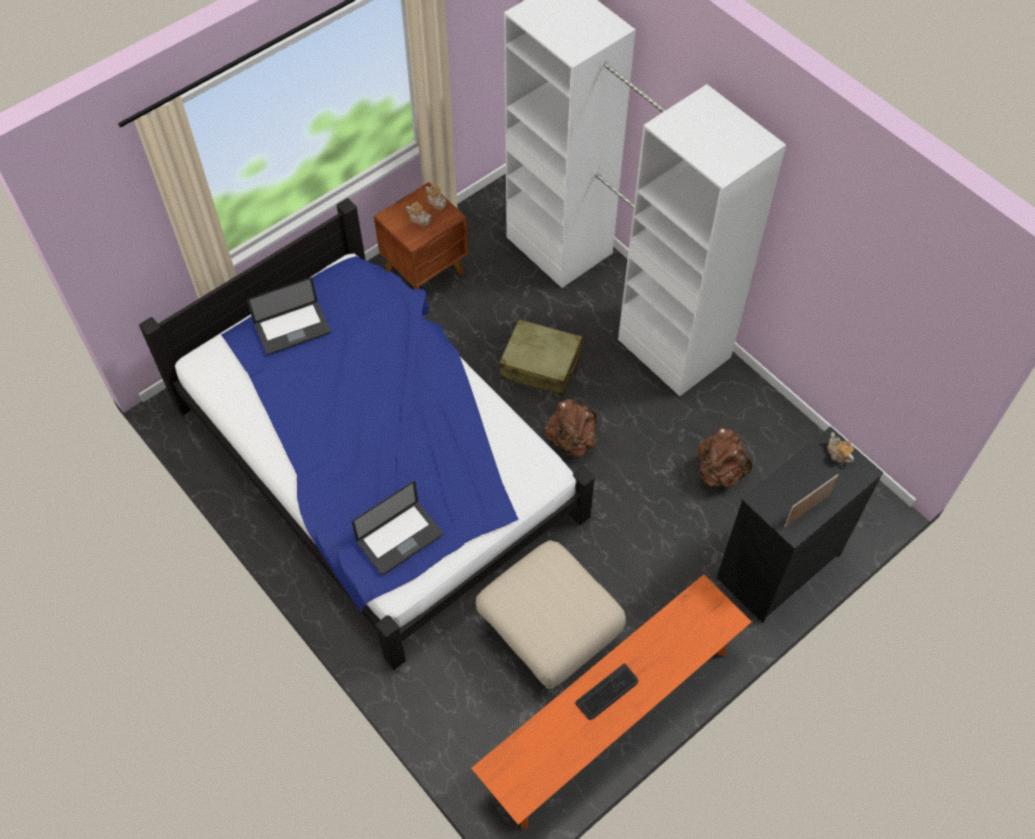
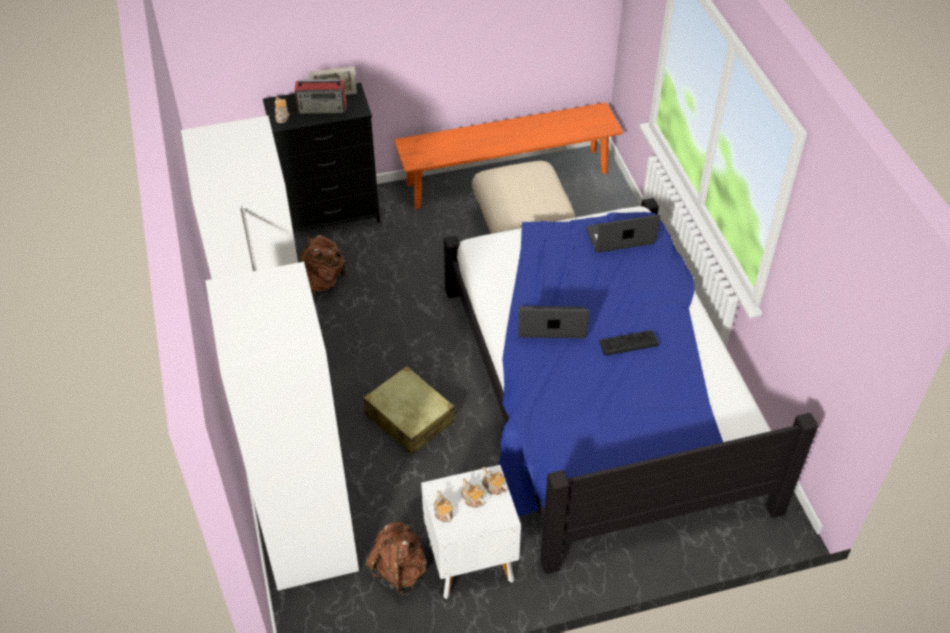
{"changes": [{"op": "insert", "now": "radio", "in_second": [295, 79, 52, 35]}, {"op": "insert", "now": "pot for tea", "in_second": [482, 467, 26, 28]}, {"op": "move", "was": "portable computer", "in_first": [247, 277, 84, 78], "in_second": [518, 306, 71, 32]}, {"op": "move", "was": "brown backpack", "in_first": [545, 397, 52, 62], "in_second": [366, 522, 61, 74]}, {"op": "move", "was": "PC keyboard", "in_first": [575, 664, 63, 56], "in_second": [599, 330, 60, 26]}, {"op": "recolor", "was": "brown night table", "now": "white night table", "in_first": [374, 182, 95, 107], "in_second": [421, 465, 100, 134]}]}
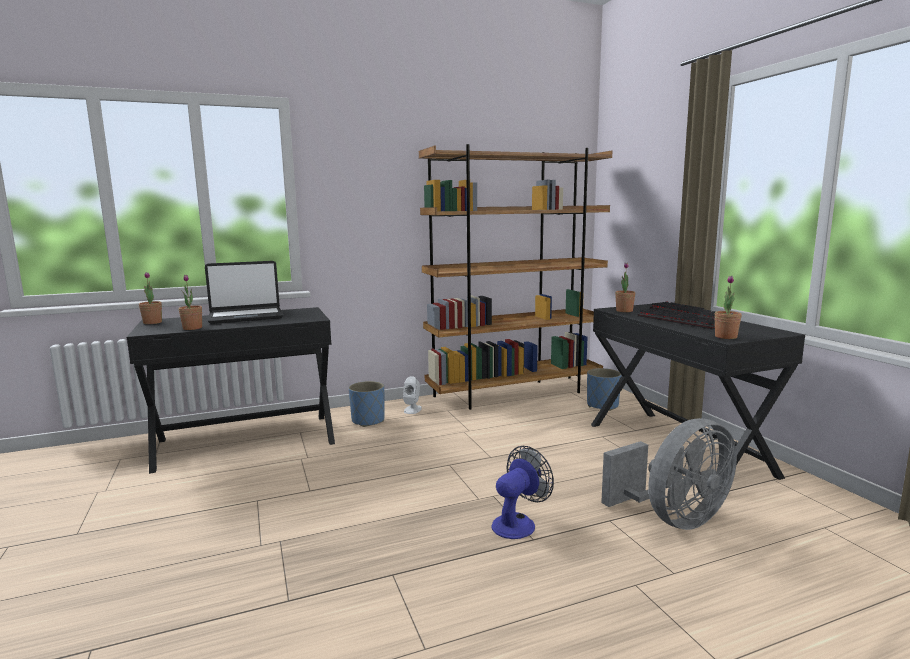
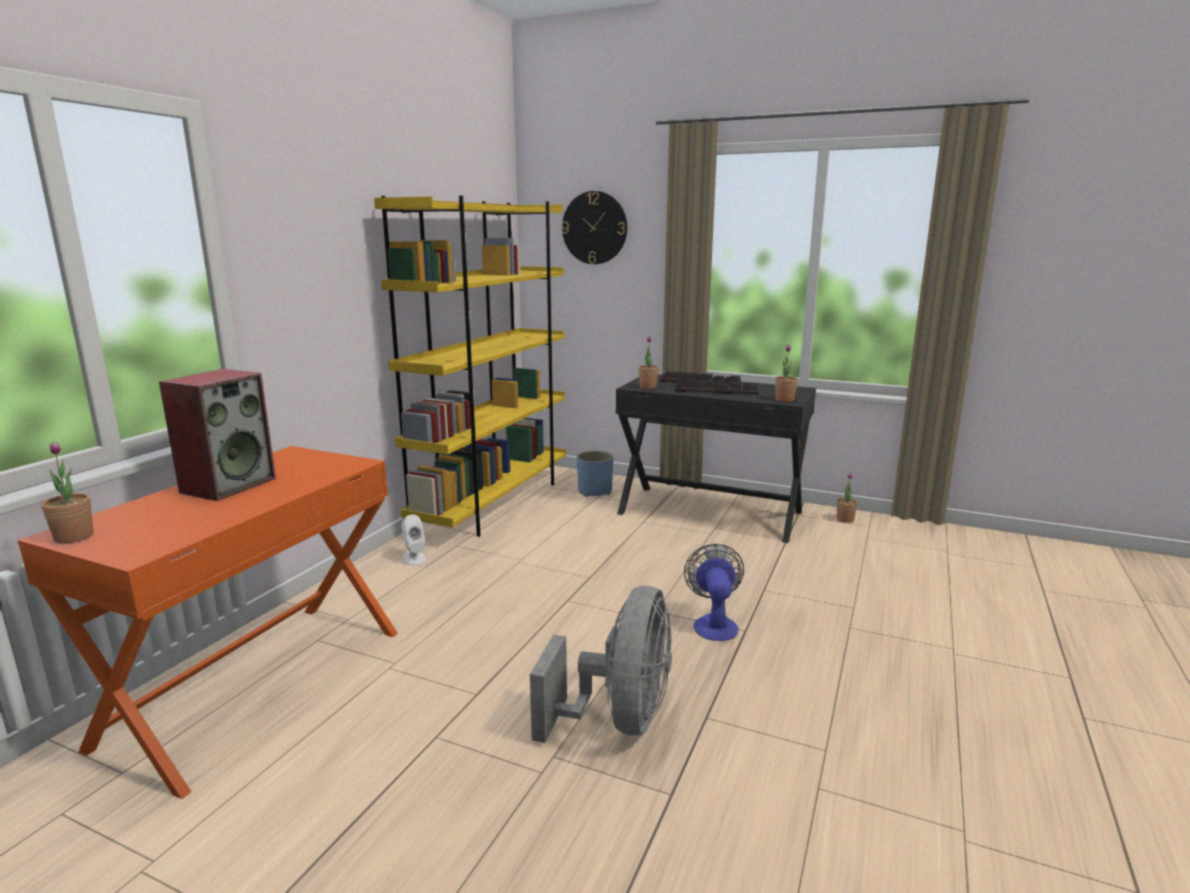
{"changes": [{"op": "delete", "was": "blue-coloured plant pot", "in_first": [349, 381, 36, 46]}, {"op": "insert", "now": "wall clock", "in_second": [562, 191, 65, 73]}, {"op": "move", "was": "plant in a pot", "in_first": [179, 275, 23, 55], "in_second": [837, 473, 21, 50]}, {"op": "move", "was": "gray electric fan", "in_first": [601, 418, 136, 112], "in_second": [530, 586, 142, 157]}, {"op": "replace", "was": "portable computer", "now": "audio speaker", "in_first": [205, 261, 78, 63], "in_second": [159, 369, 117, 132]}, {"op": "recolor", "was": "black-coloured desk", "now": "orange-coloured desk", "in_first": [127, 307, 208, 167], "in_second": [18, 446, 380, 353]}, {"op": "recolor", "was": "brown bookshelf", "now": "yellowish bookshelf", "in_first": [419, 144, 193, 266], "in_second": [374, 196, 192, 341]}]}
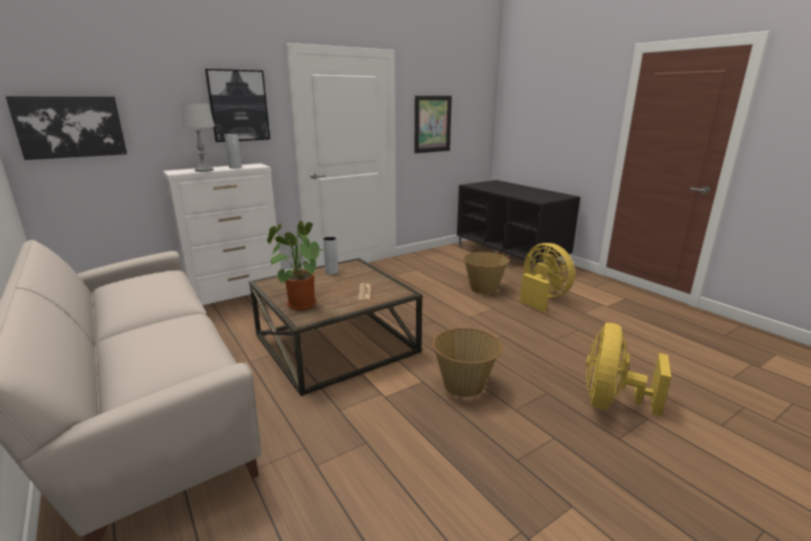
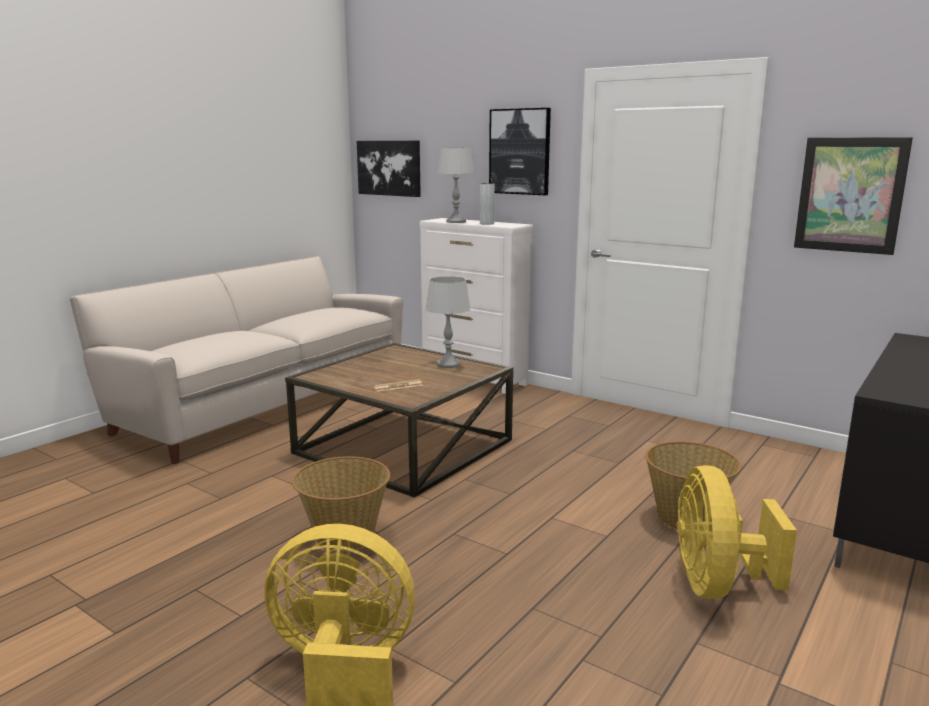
{"changes": [{"op": "delete", "was": "plant in a pot", "in_first": [267, 221, 59, 89]}, {"op": "replace", "was": "gray flower vase", "now": "gray tabletop lamp", "in_first": [323, 237, 15, 38], "in_second": [426, 276, 45, 92]}, {"op": "rotate", "was": "yellowish electric fan", "in_first": [520, 243, 55, 69], "in_second": [677, 465, 120, 134], "clockwise": 150}]}
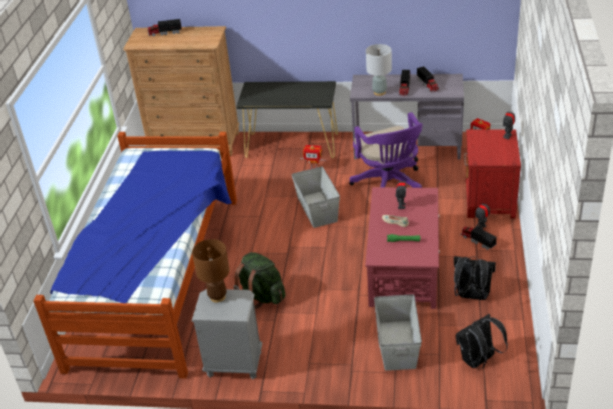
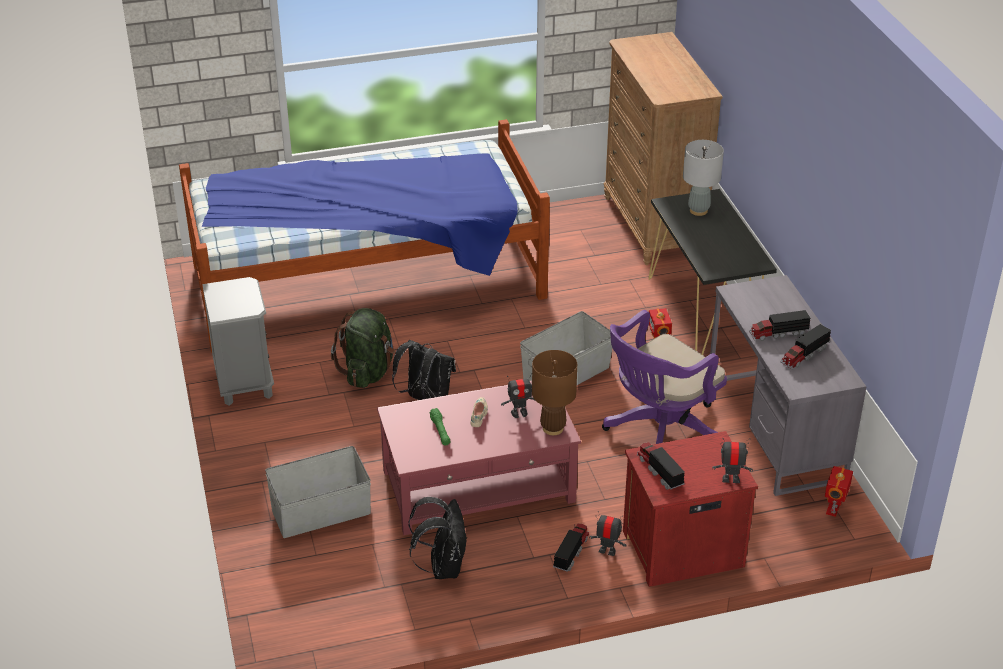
{"changes": [{"op": "move", "was": "toy truck", "in_first": [147, 19, 35, 18], "in_second": [637, 442, 48, 48]}, {"op": "move", "was": "brown tabletop lamp", "in_first": [192, 239, 38, 64], "in_second": [532, 350, 45, 85]}, {"op": "move", "was": "gray tabletop lamp", "in_first": [366, 44, 26, 52], "in_second": [683, 140, 41, 76]}, {"op": "move", "was": "black-coloured backpack", "in_first": [456, 314, 52, 55], "in_second": [392, 340, 64, 60]}]}
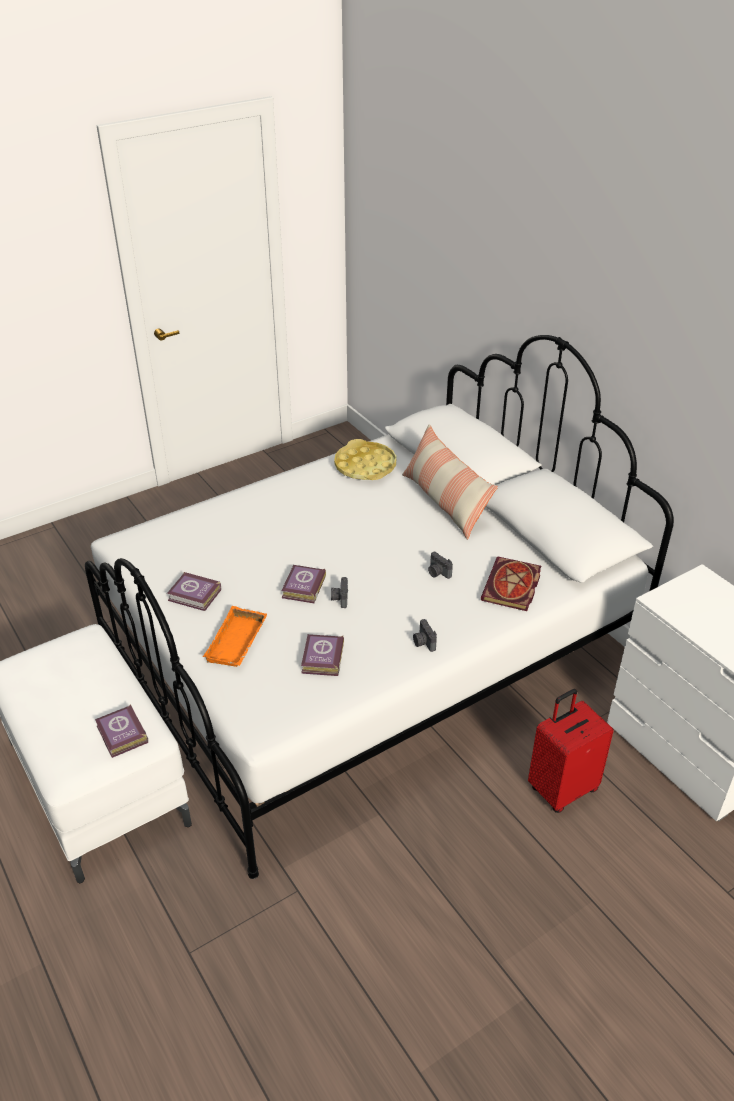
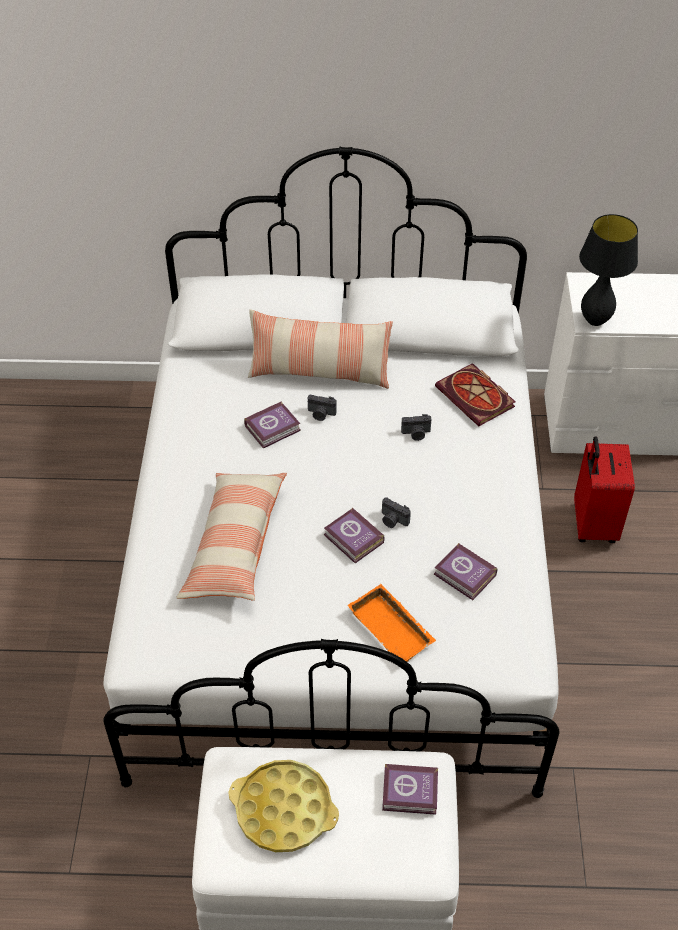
{"changes": [{"op": "insert", "now": "pillow", "in_second": [176, 473, 111, 128]}, {"op": "insert", "now": "black-coloured tabletop lamp", "in_second": [579, 214, 59, 112]}, {"op": "move", "was": "bound book", "in_first": [167, 572, 54, 39], "in_second": [244, 401, 57, 47]}, {"op": "move", "was": "yellowish carrying tray", "in_first": [334, 439, 62, 41], "in_second": [228, 760, 111, 92]}, {"op": "move", "was": "still camera", "in_first": [413, 619, 24, 33], "in_second": [308, 395, 29, 26]}]}
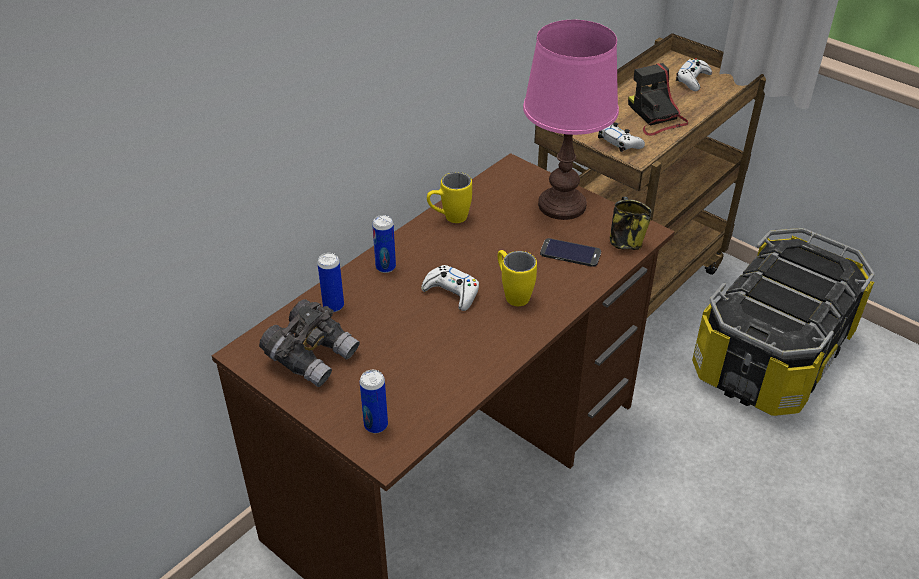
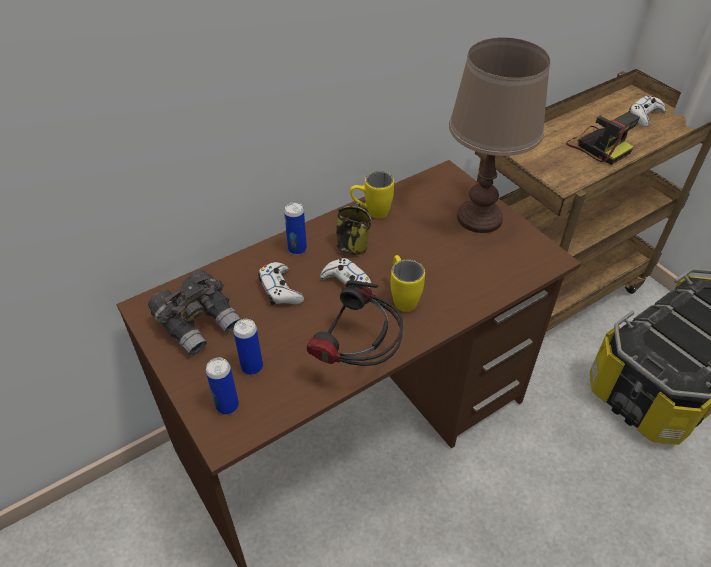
{"changes": [{"op": "delete", "was": "handset", "in_first": [540, 238, 61, 29]}, {"op": "insert", "now": "headphones", "in_second": [307, 280, 96, 86]}, {"op": "move", "was": "sealed can", "in_first": [317, 253, 27, 59], "in_second": [233, 319, 30, 56]}, {"op": "move", "was": "white joypad", "in_first": [598, 122, 47, 30], "in_second": [258, 262, 46, 43]}, {"op": "move", "was": "mug", "in_first": [610, 197, 42, 53], "in_second": [336, 203, 36, 52]}, {"op": "recolor", "was": "pinkish tabletop lamp", "now": "brown tabletop lamp", "in_first": [523, 20, 96, 200], "in_second": [449, 37, 102, 196]}, {"op": "rotate", "was": "still camera", "in_first": [628, 63, 60, 73], "in_second": [566, 112, 74, 53], "clockwise": 150}]}
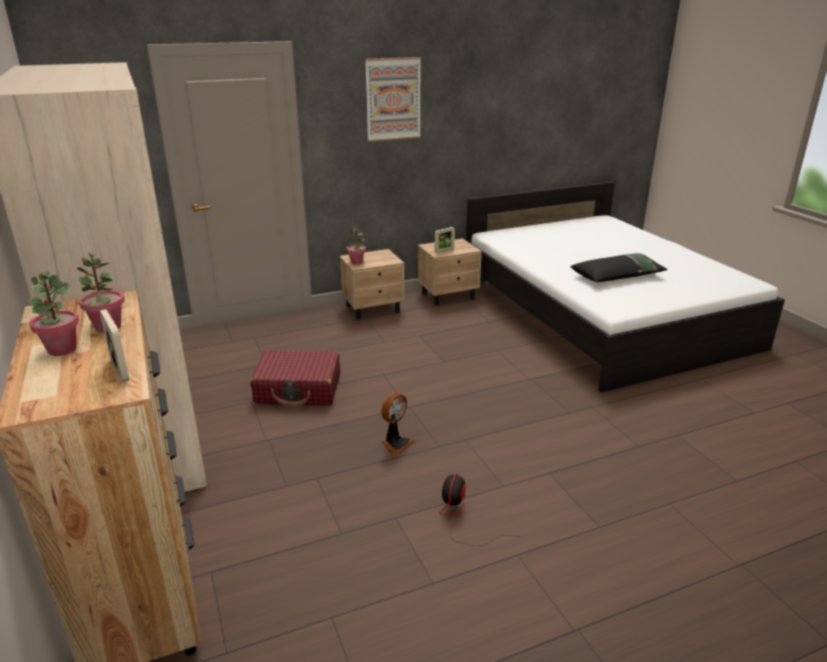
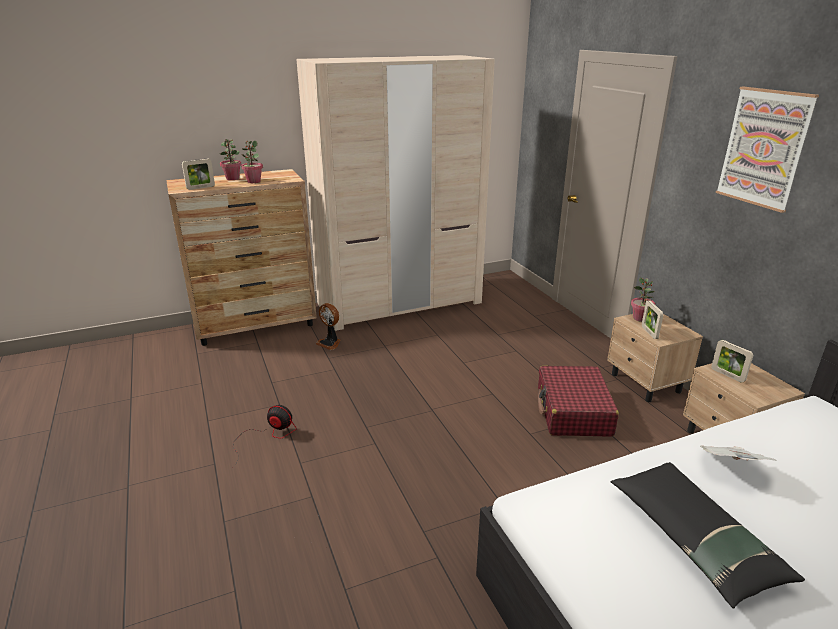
{"changes": [{"op": "insert", "now": "standing frame", "in_second": [642, 301, 22, 38]}, {"op": "insert", "now": "newspaper", "in_second": [700, 445, 76, 16]}, {"op": "move", "was": "reddish suitcase", "in_first": [250, 350, 90, 57], "in_second": [538, 366, 81, 71]}, {"op": "move", "was": "electric fan", "in_first": [381, 392, 34, 63], "in_second": [316, 303, 25, 47]}]}
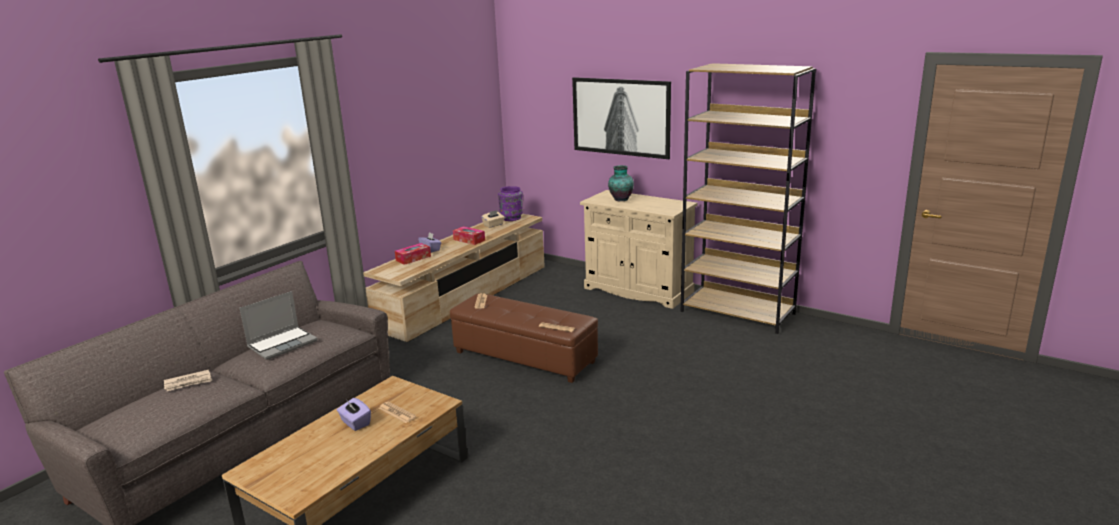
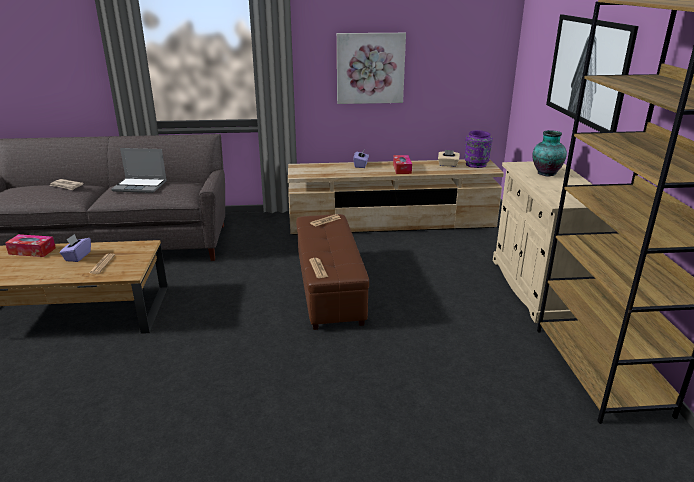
{"changes": [{"op": "insert", "now": "wall picture", "in_second": [337, 33, 69, 71]}, {"op": "move", "was": "box of tissues", "in_first": [395, 243, 36, 22], "in_second": [5, 234, 51, 23]}]}
